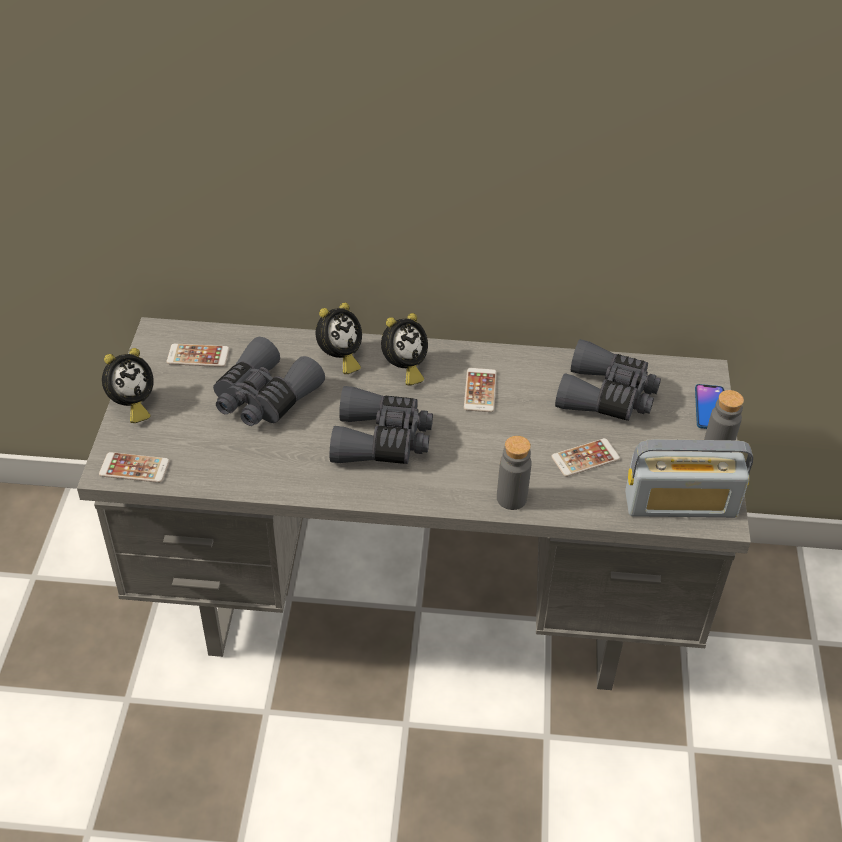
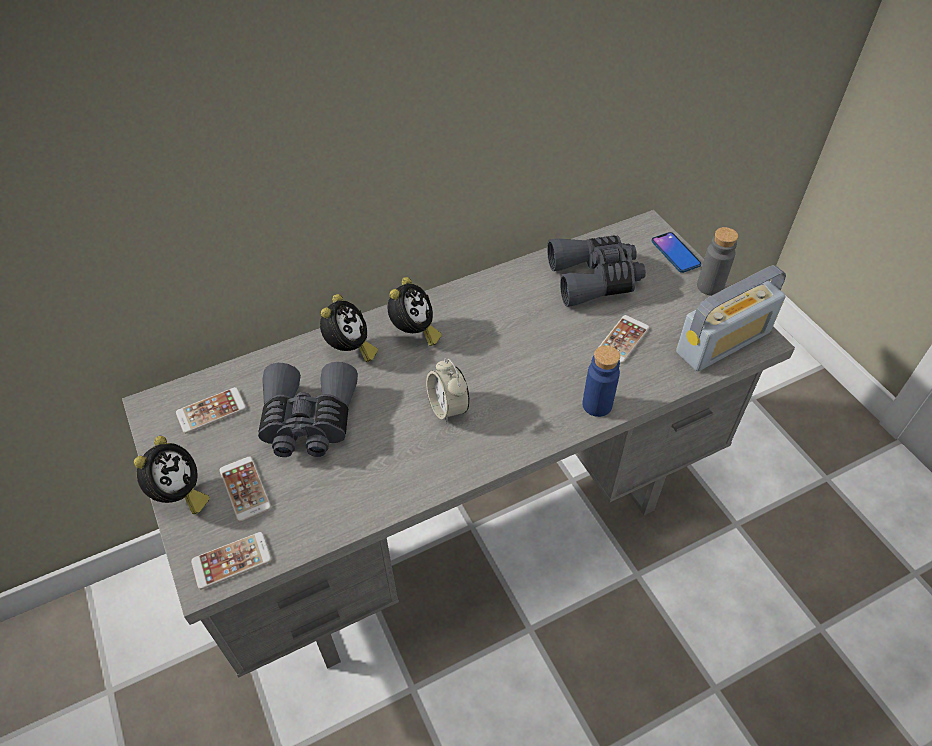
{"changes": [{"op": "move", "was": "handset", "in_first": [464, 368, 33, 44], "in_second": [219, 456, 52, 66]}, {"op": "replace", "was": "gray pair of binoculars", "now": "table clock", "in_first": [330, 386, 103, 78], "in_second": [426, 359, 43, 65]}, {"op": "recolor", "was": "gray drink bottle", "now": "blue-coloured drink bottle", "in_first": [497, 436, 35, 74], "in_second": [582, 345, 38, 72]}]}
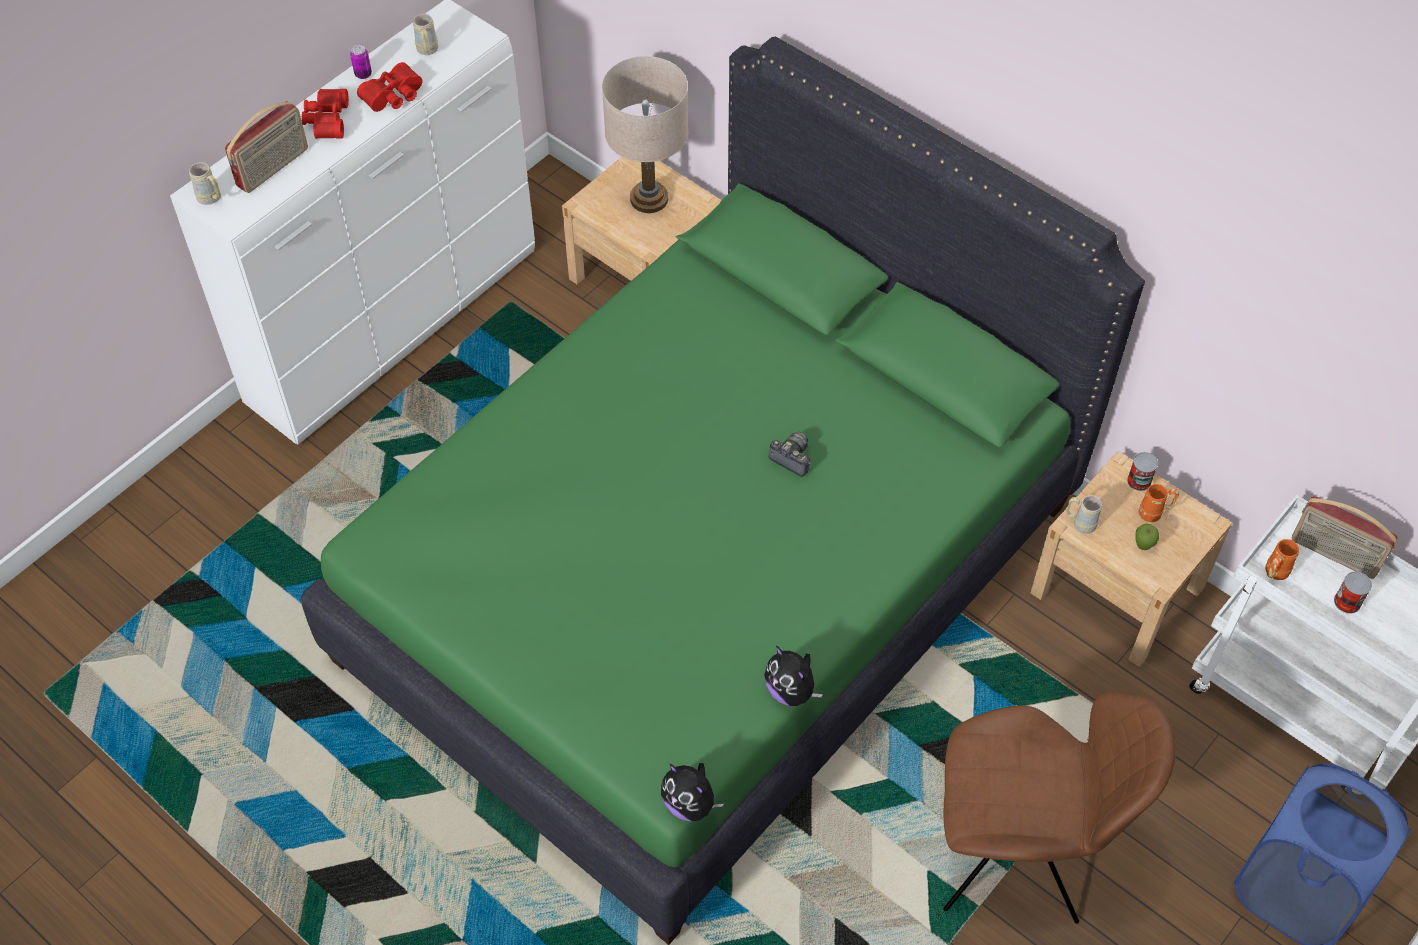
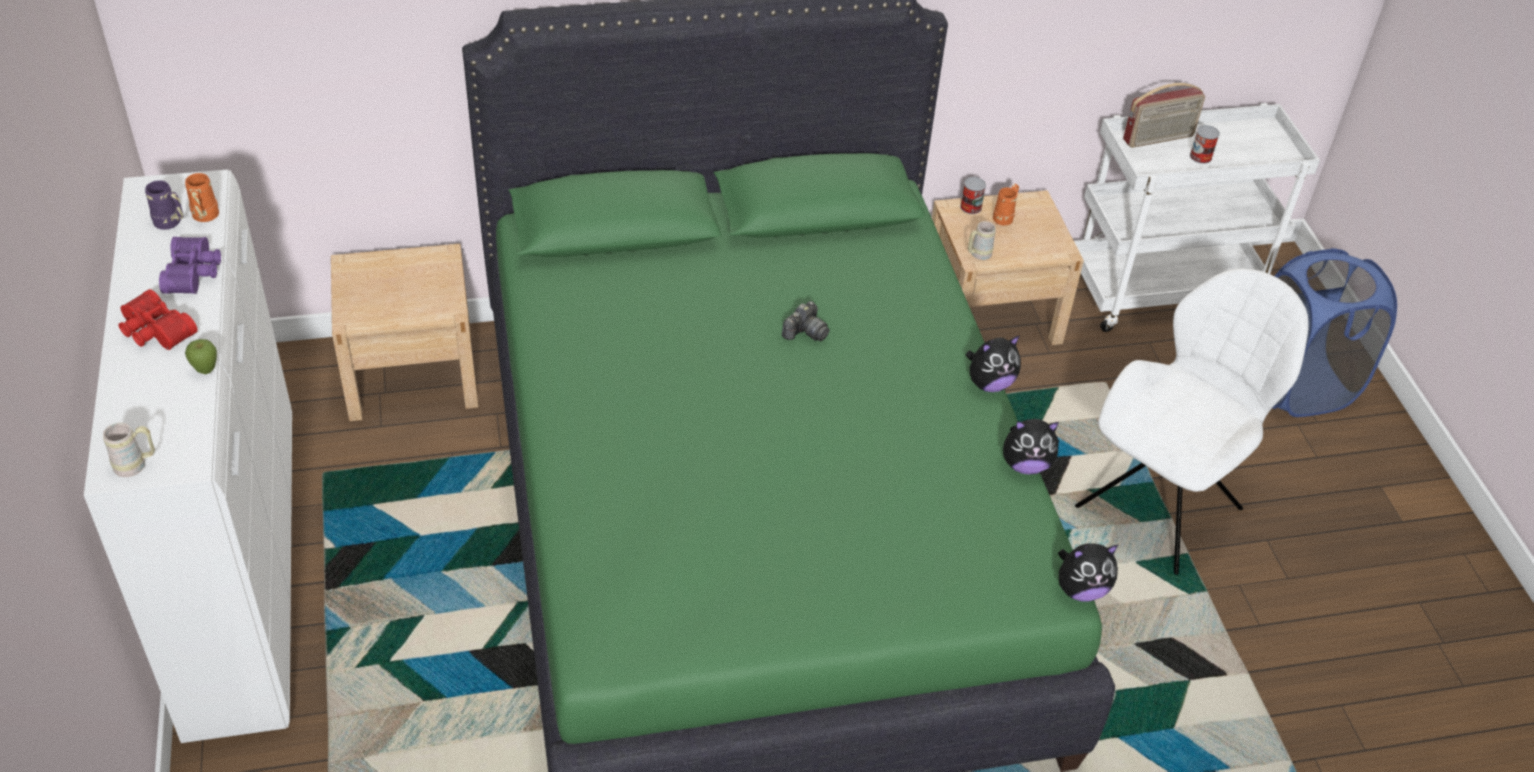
{"changes": [{"op": "delete", "was": "radio", "in_first": [225, 101, 83, 92]}, {"op": "delete", "was": "sealed can", "in_first": [350, 45, 22, 34]}, {"op": "delete", "was": "beige tabletop lamp", "in_first": [602, 56, 86, 157]}, {"op": "insert", "now": "soft toy", "in_second": [966, 335, 55, 57]}, {"op": "move", "was": "apple fruit", "in_first": [1135, 524, 24, 26], "in_second": [185, 339, 32, 35]}, {"op": "move", "was": "orange-coloured mug", "in_first": [1265, 539, 34, 41], "in_second": [185, 173, 34, 49]}, {"op": "recolor", "was": "reddish pair of binoculars", "now": "purplish pair of binoculars", "in_first": [357, 62, 65, 50], "in_second": [159, 237, 62, 57]}, {"op": "recolor", "was": "beige mug", "now": "purplish mug", "in_first": [413, 14, 25, 41], "in_second": [145, 180, 38, 50]}, {"op": "recolor", "was": "brown chair", "now": "white chair", "in_first": [943, 692, 233, 232], "in_second": [1075, 269, 234, 306]}, {"op": "rotate", "was": "still camera", "in_first": [768, 432, 42, 45], "in_second": [782, 301, 48, 40], "clockwise": 150}]}
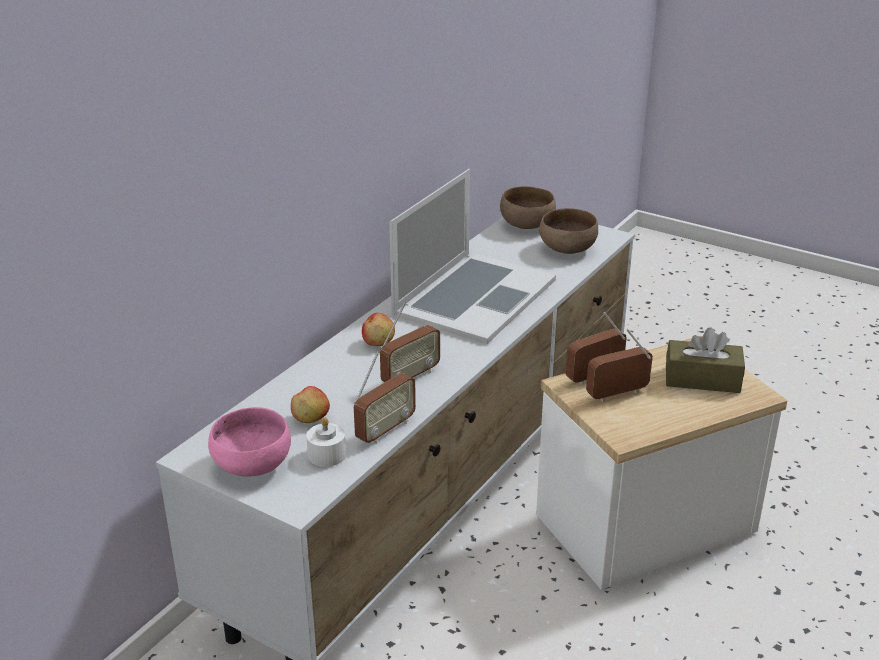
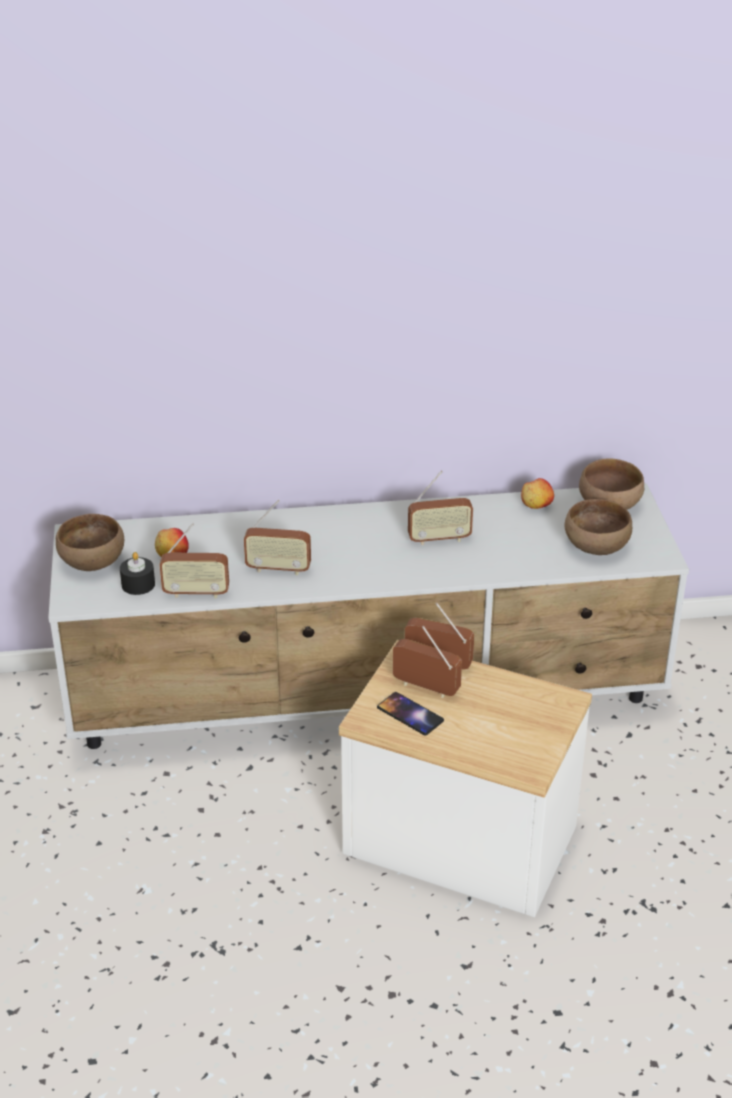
{"changes": [{"op": "delete", "was": "brown box of tissues", "in_first": [666, 327, 79, 66]}, {"op": "insert", "now": "handset", "in_second": [377, 692, 67, 43]}, {"op": "move", "was": "apple fruit", "in_first": [362, 313, 33, 33], "in_second": [521, 478, 33, 31]}, {"op": "replace", "was": "portable computer", "now": "radio", "in_first": [389, 169, 167, 175], "in_second": [408, 471, 65, 74]}, {"op": "recolor", "was": "pinkish bowl", "now": "brown bowl", "in_first": [208, 407, 83, 70], "in_second": [56, 514, 68, 57]}, {"op": "recolor", "was": "white wax light", "now": "black-coloured wax light", "in_first": [306, 417, 40, 50], "in_second": [120, 552, 35, 43]}]}
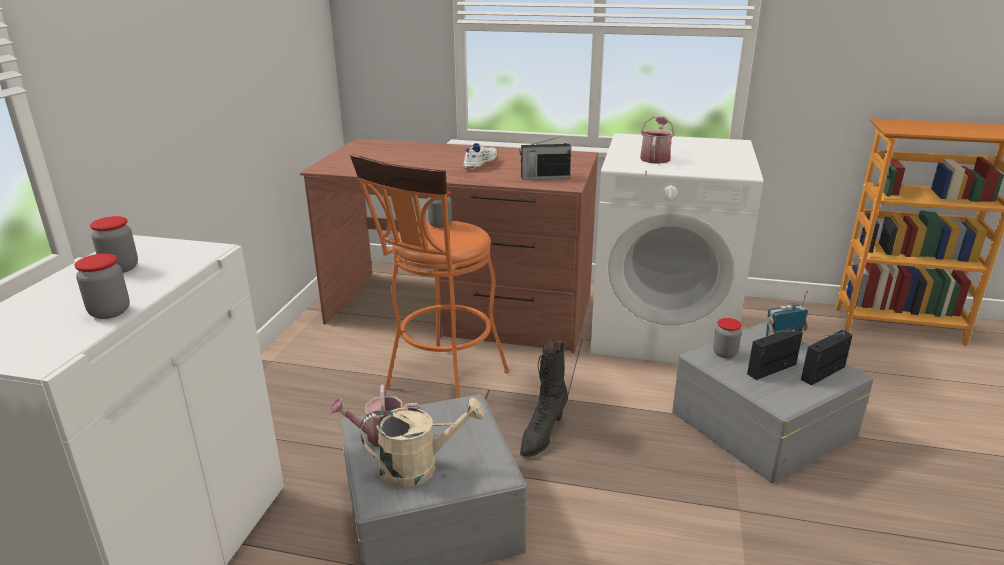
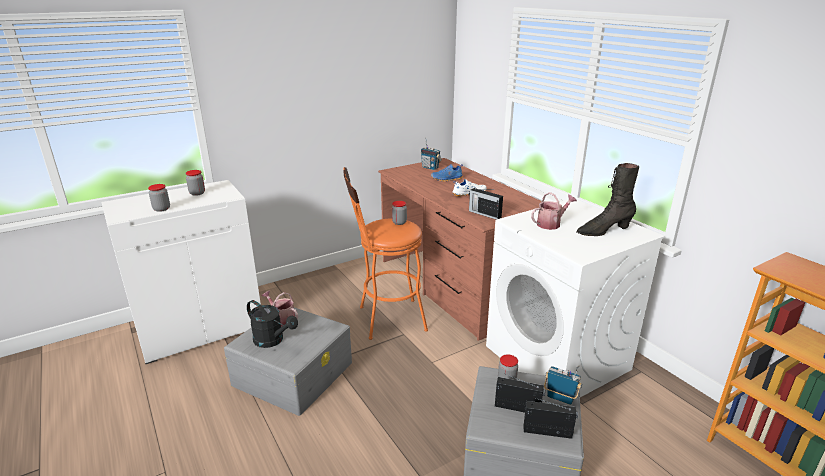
{"changes": [{"op": "insert", "now": "radio", "in_second": [420, 137, 22, 33]}, {"op": "insert", "now": "blue-coloured item of footwear", "in_second": [431, 164, 32, 18]}, {"op": "move", "was": "black-coloured tall boot", "in_first": [520, 340, 48, 117], "in_second": [576, 163, 63, 73]}, {"op": "recolor", "was": "beige watering can", "now": "black-coloured watering can", "in_first": [360, 397, 125, 91], "in_second": [247, 300, 51, 48]}]}
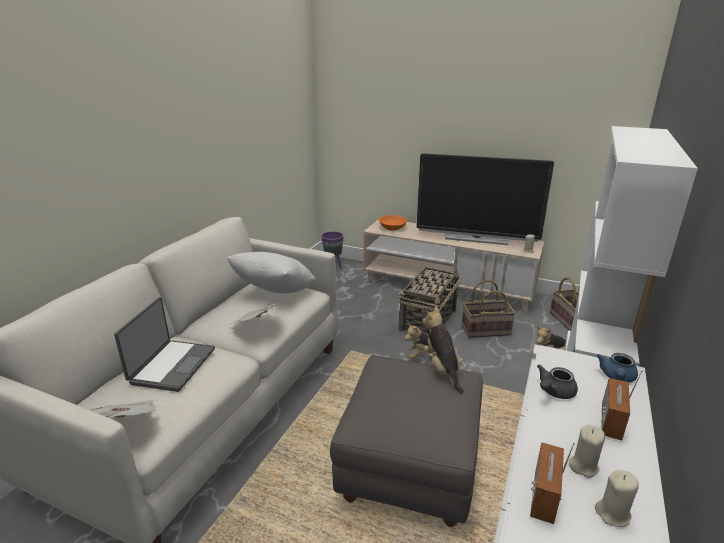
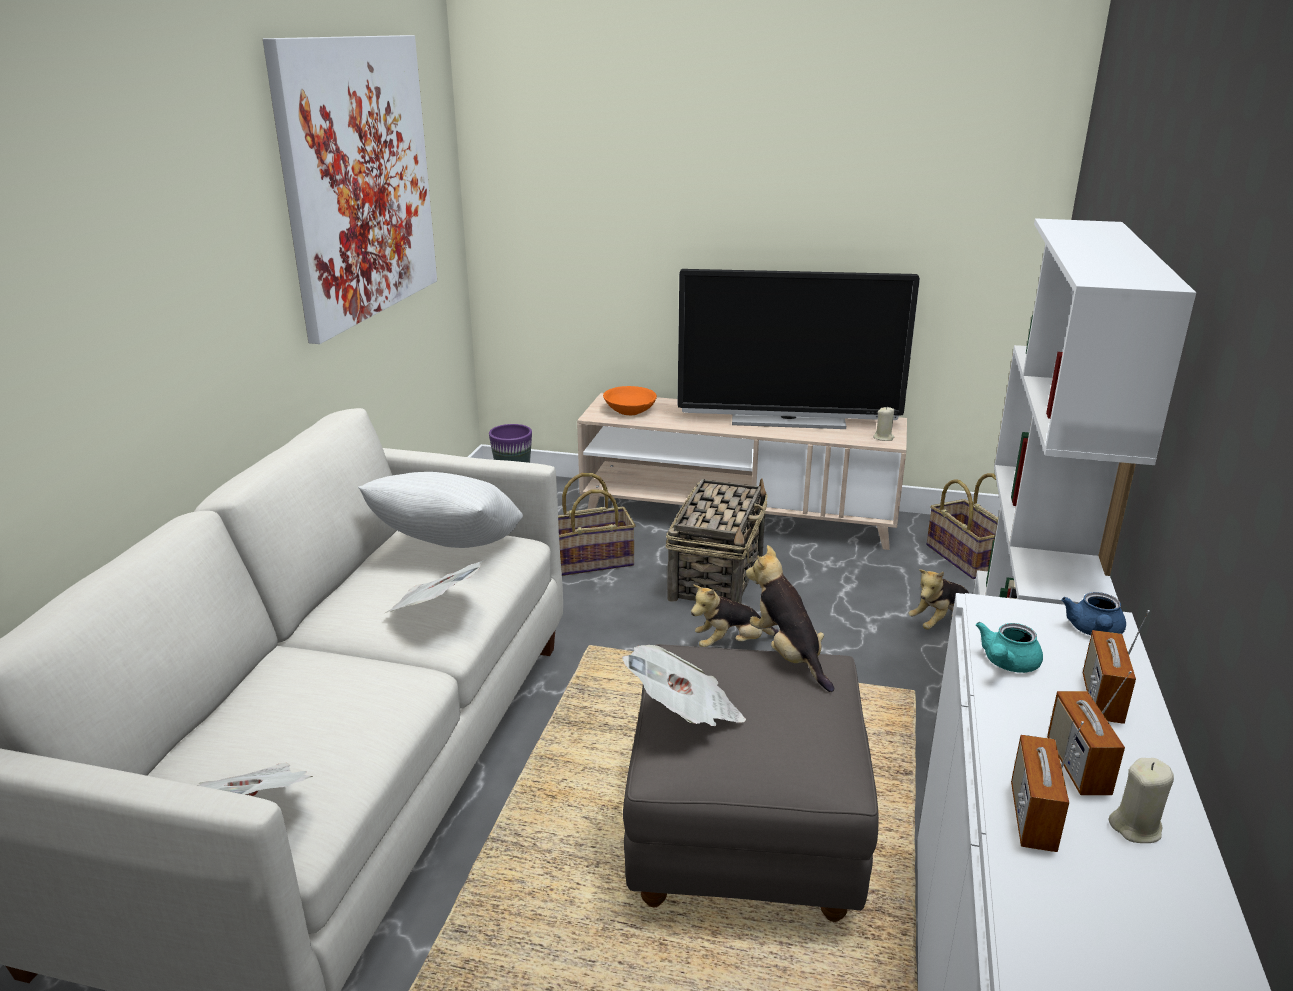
{"changes": [{"op": "delete", "was": "portable computer", "in_first": [114, 297, 101, 95]}, {"op": "insert", "now": "wall picture", "in_second": [263, 35, 174, 309]}, {"op": "insert", "now": "newspaper", "in_second": [622, 645, 124, 82]}, {"op": "move", "was": "household basket", "in_first": [462, 280, 53, 58], "in_second": [558, 473, 77, 103]}, {"op": "replace", "was": "beige wax light", "now": "radio", "in_first": [569, 425, 36, 53], "in_second": [1047, 671, 85, 124]}, {"op": "recolor", "was": "gray pot for tea", "now": "turquoise pot for tea", "in_first": [537, 364, 41, 35], "in_second": [976, 622, 67, 51]}]}
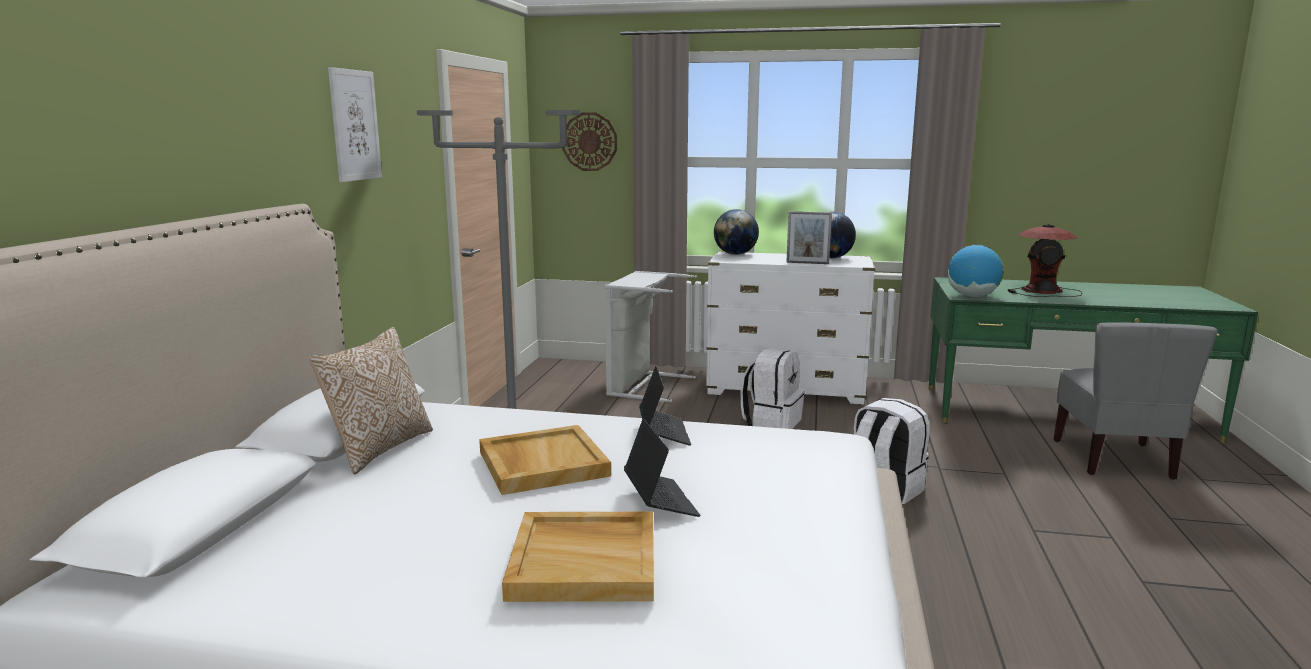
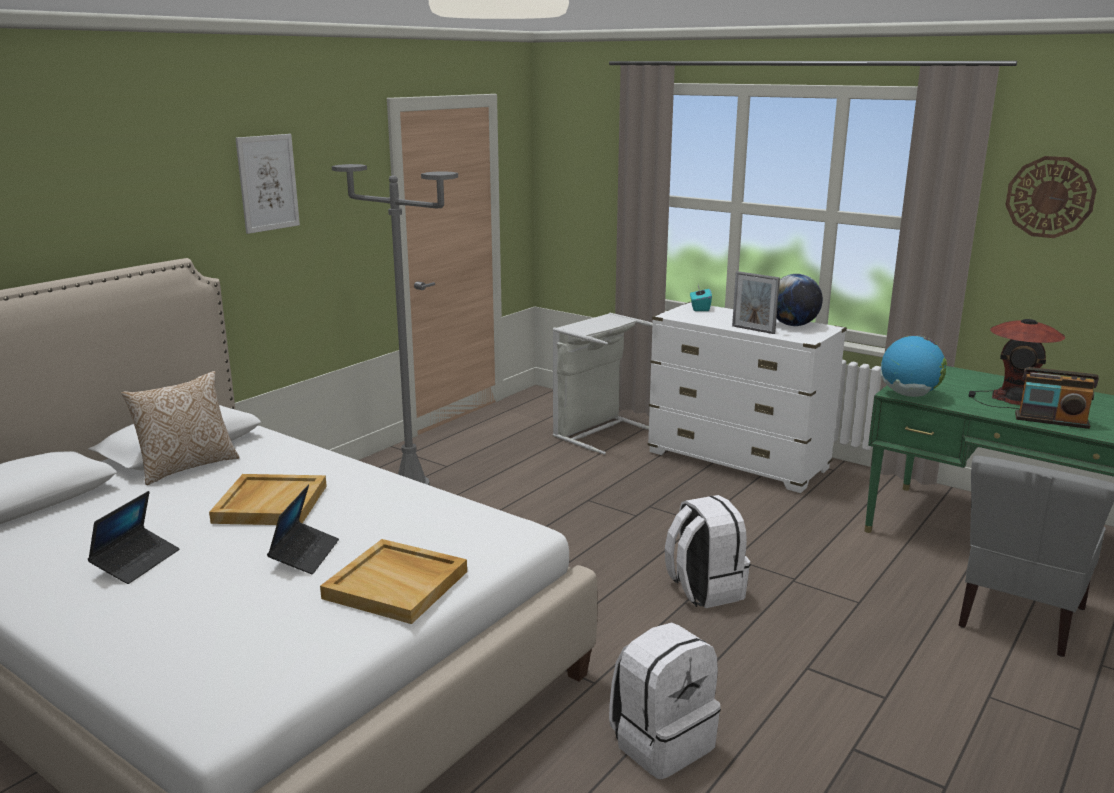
{"changes": [{"op": "insert", "now": "radio", "in_second": [1015, 367, 84, 62]}, {"op": "move", "was": "beige carrying tray", "in_first": [502, 512, 152, 90], "in_second": [320, 539, 147, 85]}, {"op": "move", "was": "wall clock", "in_first": [562, 113, 55, 58], "in_second": [1005, 156, 92, 82]}, {"op": "move", "was": "portable computer", "in_first": [639, 366, 52, 80], "in_second": [88, 491, 91, 93]}, {"op": "move", "was": "white backpack", "in_first": [740, 348, 65, 81], "in_second": [609, 622, 112, 157]}, {"op": "replace", "was": "globe", "now": "turquoise box of tissues", "in_first": [714, 209, 45, 46], "in_second": [690, 285, 22, 26]}]}
